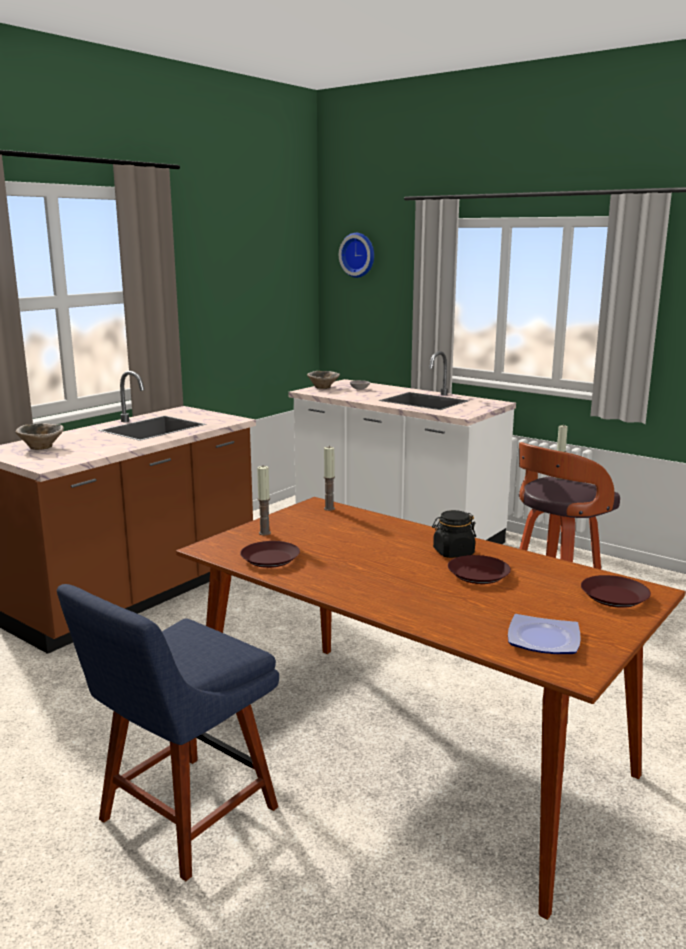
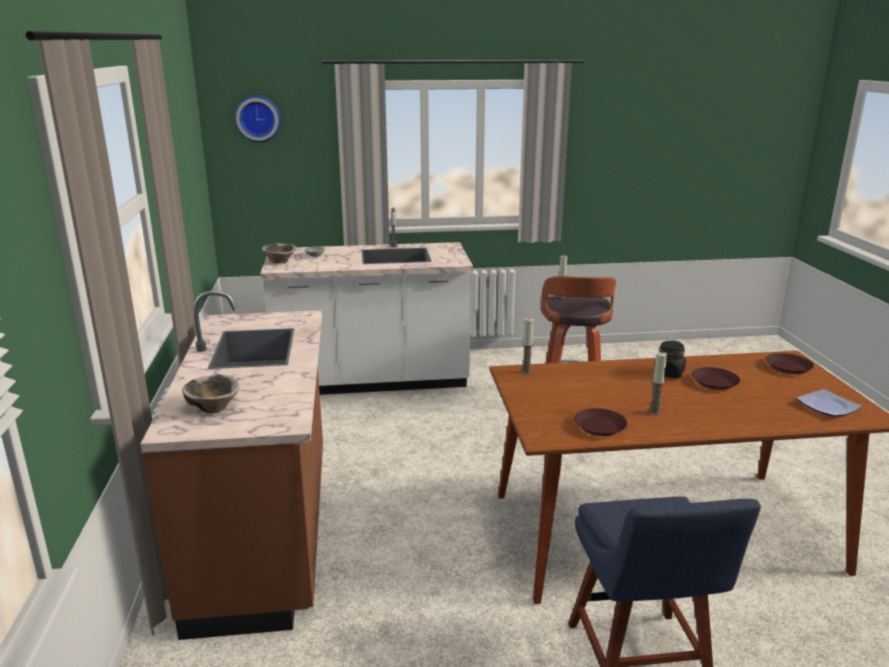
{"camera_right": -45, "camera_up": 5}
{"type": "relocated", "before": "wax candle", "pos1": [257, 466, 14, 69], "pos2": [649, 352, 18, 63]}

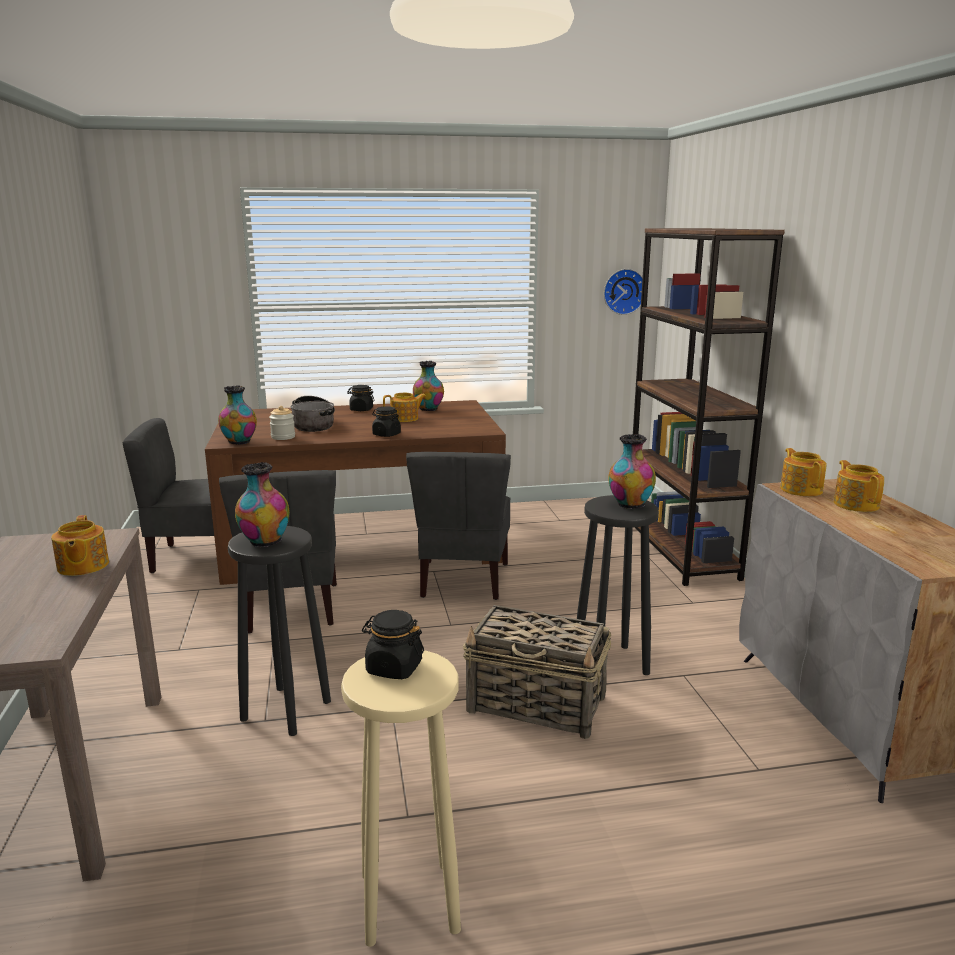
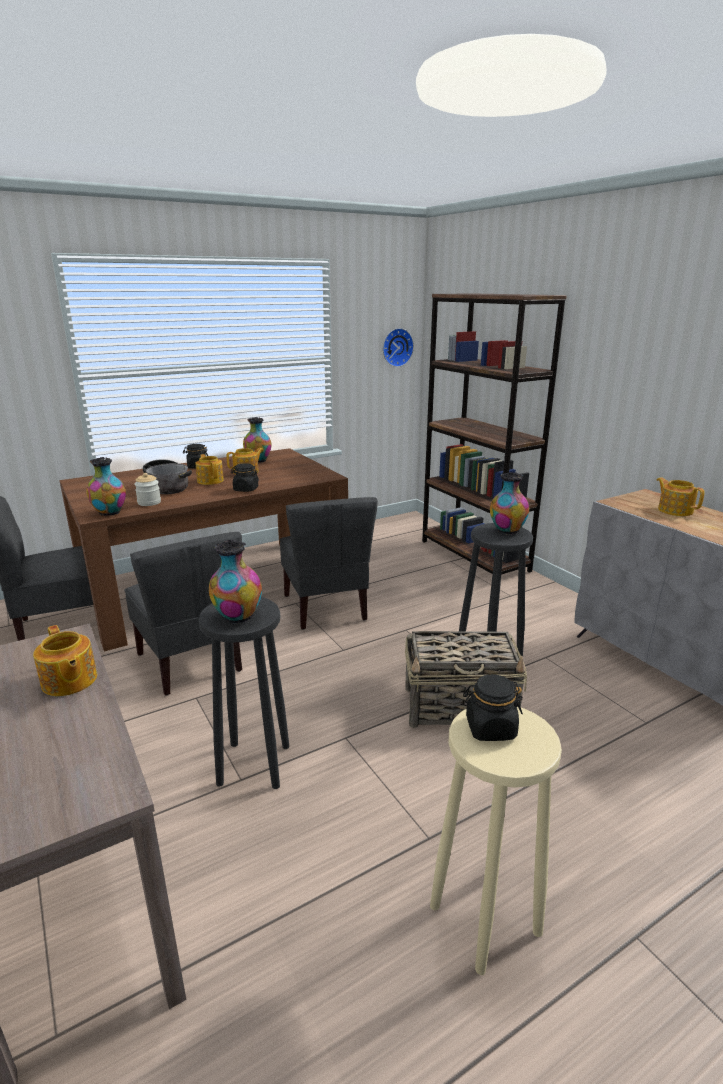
{"camera_right": -20, "camera_up": 5}
{"type": "relocated", "before": "teapot", "pos1": [780, 448, 47, 48], "pos2": [196, 454, 28, 31]}

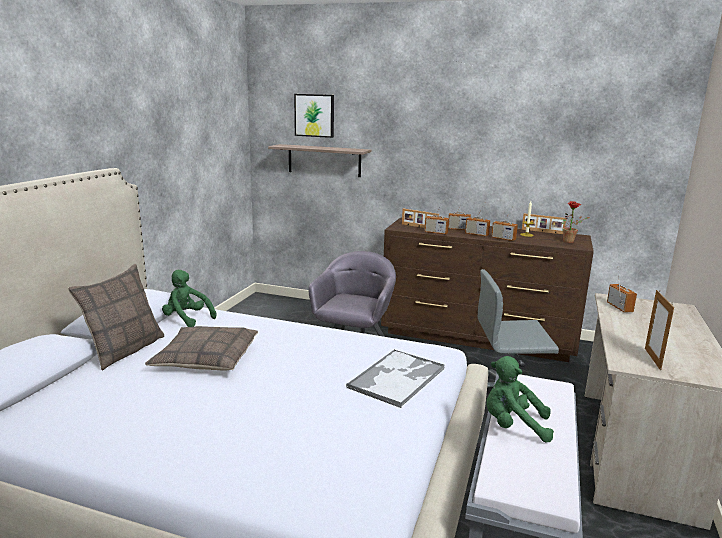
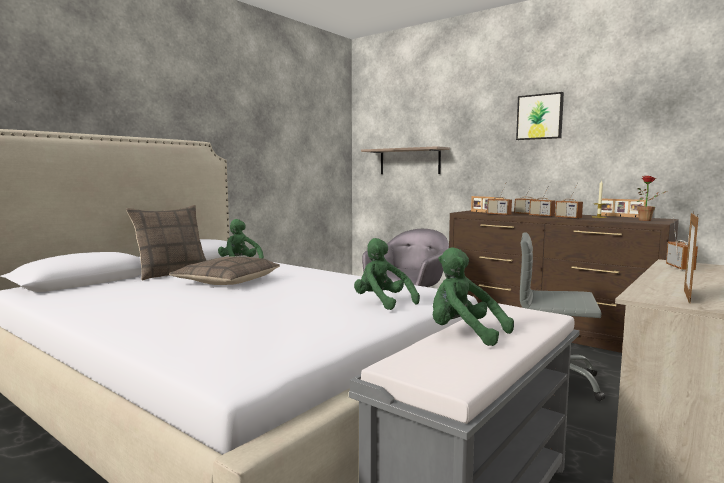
{"camera_right": 20, "camera_up": -10}
{"type": "exchanged", "before": "carrying tray", "after": "soft toy/greenish", "pos1": [346, 349, 99, 59], "pos2": [354, 238, 66, 72]}
{"type": "relocated", "before": "wall picture", "pos1": [294, 94, 40, 44], "pos2": [516, 92, 48, 48]}

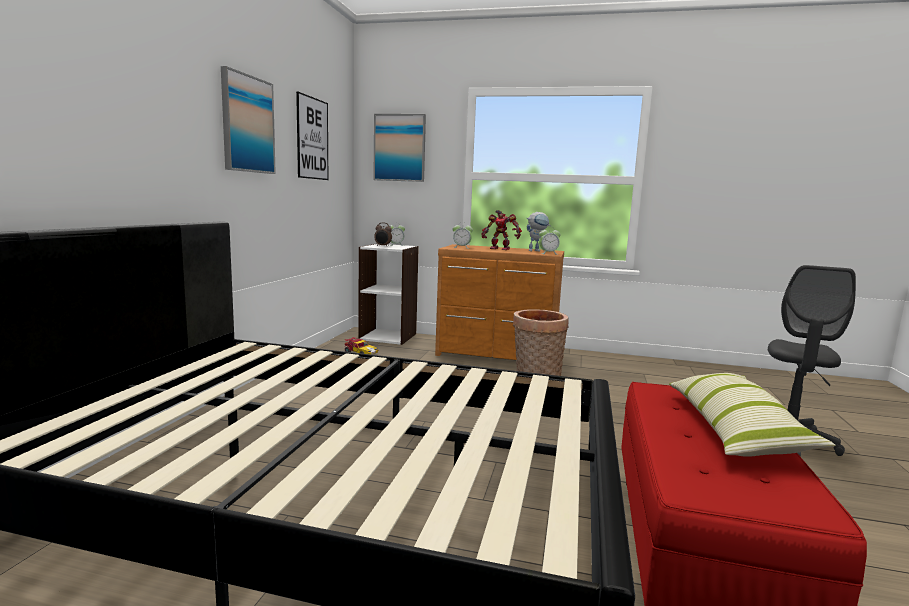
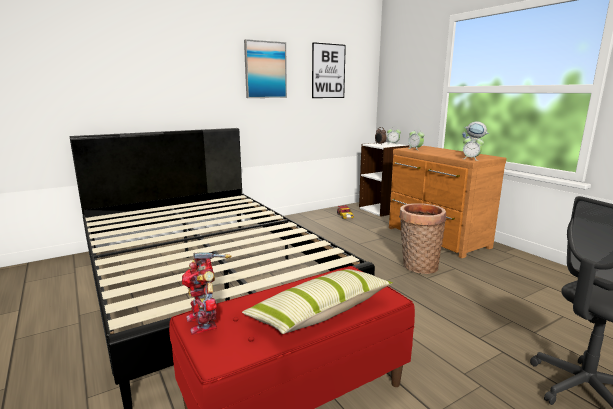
{"camera_right": 45, "camera_up": 5}
{"type": "relocated", "before": "model robot", "pos1": [482, 210, 40, 40], "pos2": [182, 252, 49, 83]}
{"type": "missing", "before": "wall picture", "pos1": [373, 114, 53, 68]}

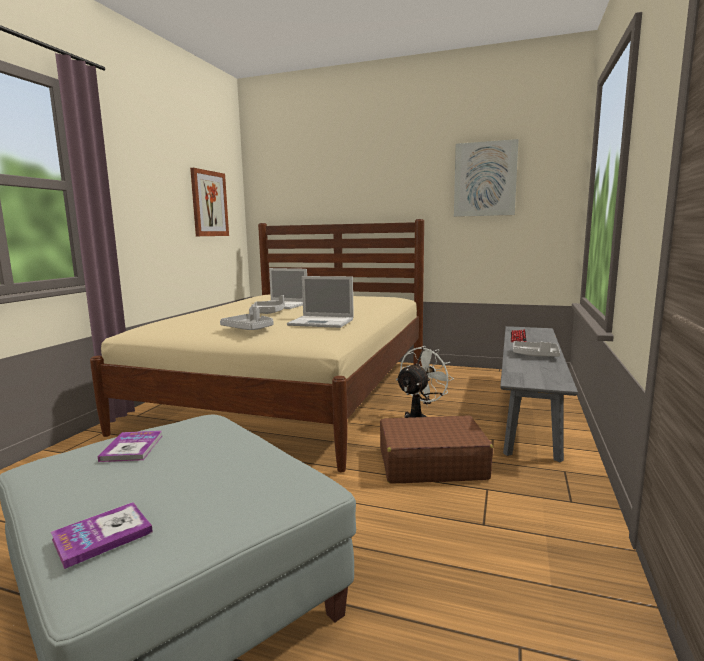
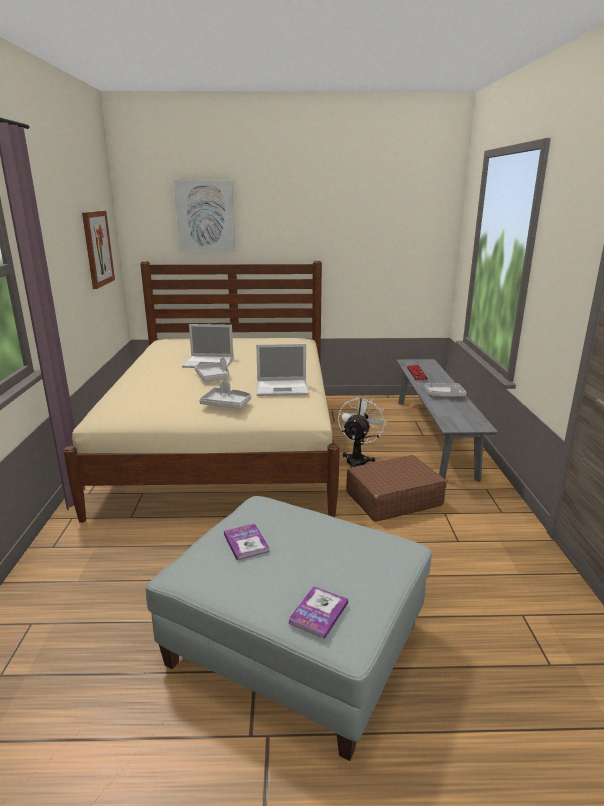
{"camera_right": -20, "camera_up": 10}
{"type": "relocated", "before": "wall picture", "pos1": [454, 139, 65, 78], "pos2": [174, 180, 61, 72]}

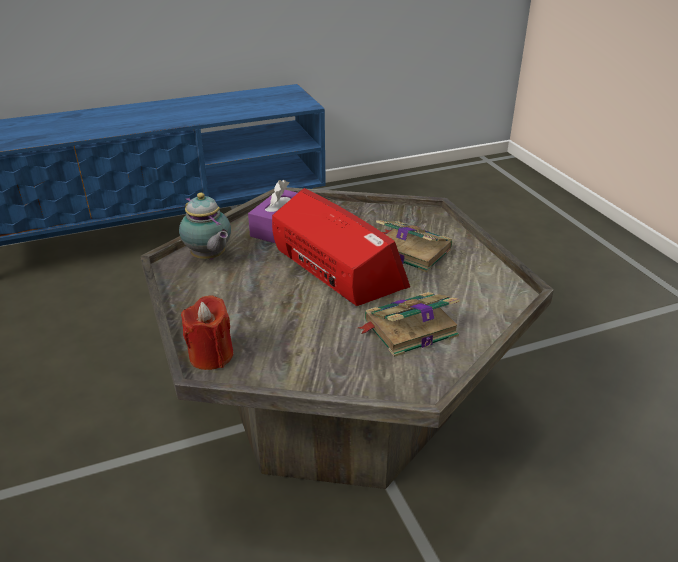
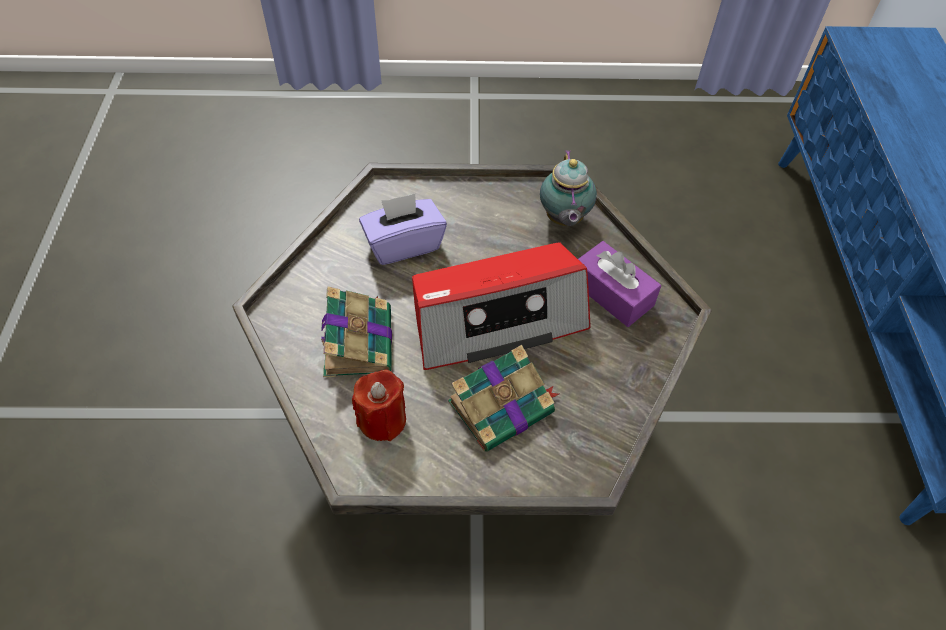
{"camera_right": 110, "camera_up": 20}
{"type": "relocated", "before": "wax candle/red", "pos1": [181, 296, 53, 74], "pos2": [352, 370, 54, 71]}
{"type": "appeared", "after": "tissue holder/purple", "pos2": [359, 193, 88, 72]}
{"type": "spun", "before": "teapot", "pos1": [179, 193, 52, 67], "pos2": [540, 150, 57, 76], "turn": -75}

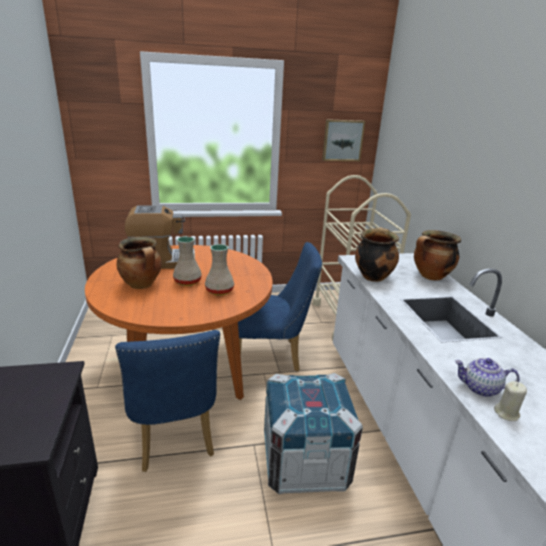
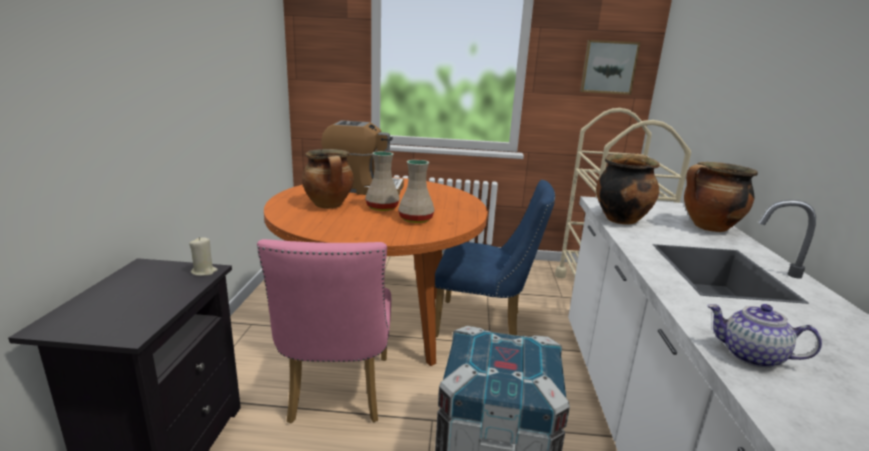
{"camera_right": 15, "camera_up": -5}
{"type": "relocated", "before": "wax candle/sand-coloured", "pos1": [494, 381, 33, 40], "pos2": [189, 237, 29, 39]}
{"type": "colour", "before": "upright chair/blue", "after": "upright chair/pinkish", "pos1": [115, 330, 105, 142], "pos2": [257, 239, 134, 184]}

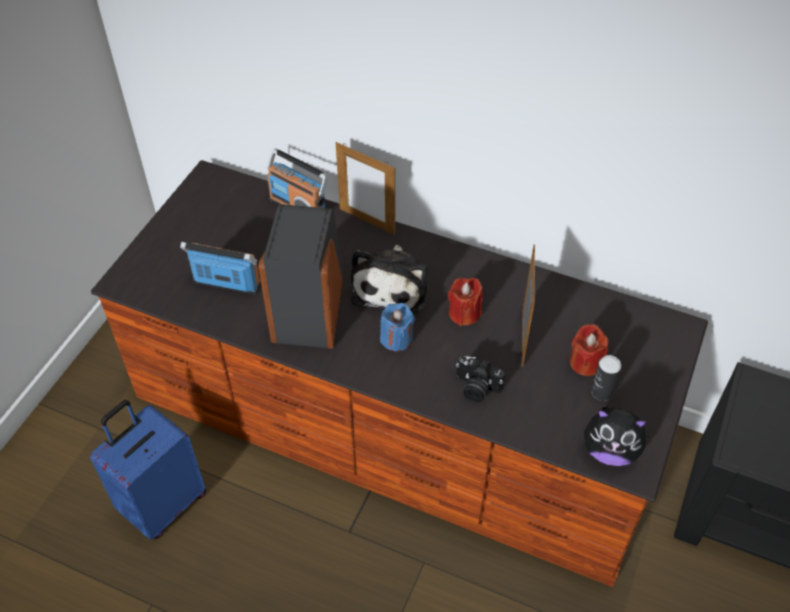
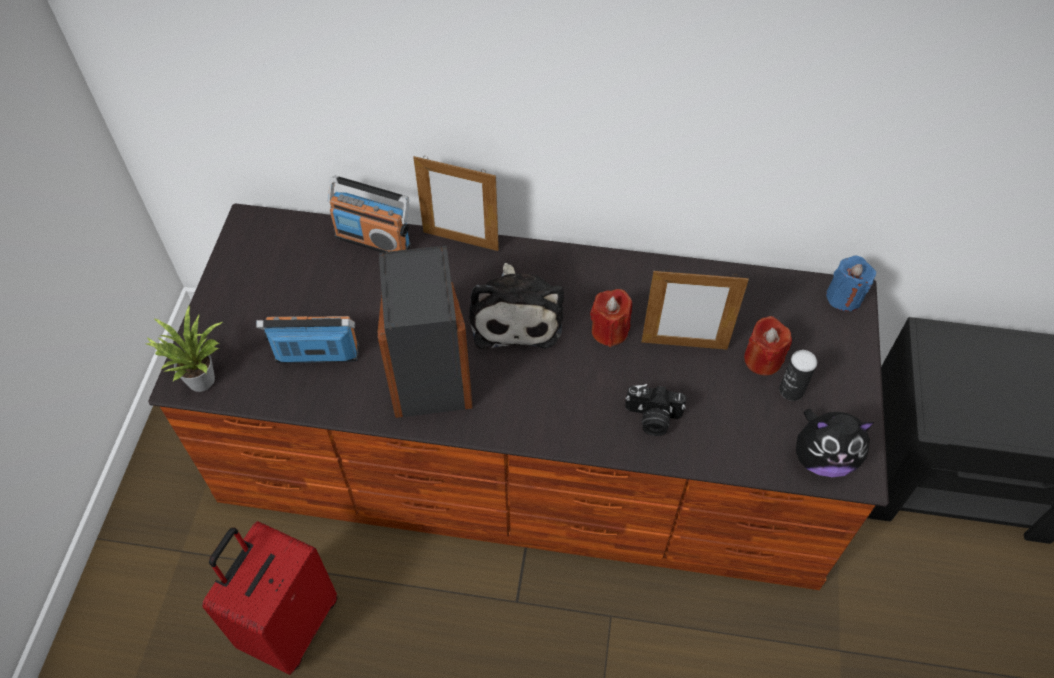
{"camera_right": -15, "camera_up": 5}
{"type": "appeared", "after": "houseplant", "pos2": [146, 304, 76, 88]}
{"type": "colour", "before": "suitcase/blue", "after": "suitcase/red", "pos1": [90, 400, 116, 140], "pos2": [202, 521, 135, 154]}
{"type": "spun", "before": "picture frame", "pos1": [522, 244, 13, 123], "pos2": [641, 269, 108, 81], "turn": 105}
{"type": "relocated", "before": "wax candle/blue", "pos1": [380, 303, 35, 48], "pos2": [826, 256, 50, 55]}

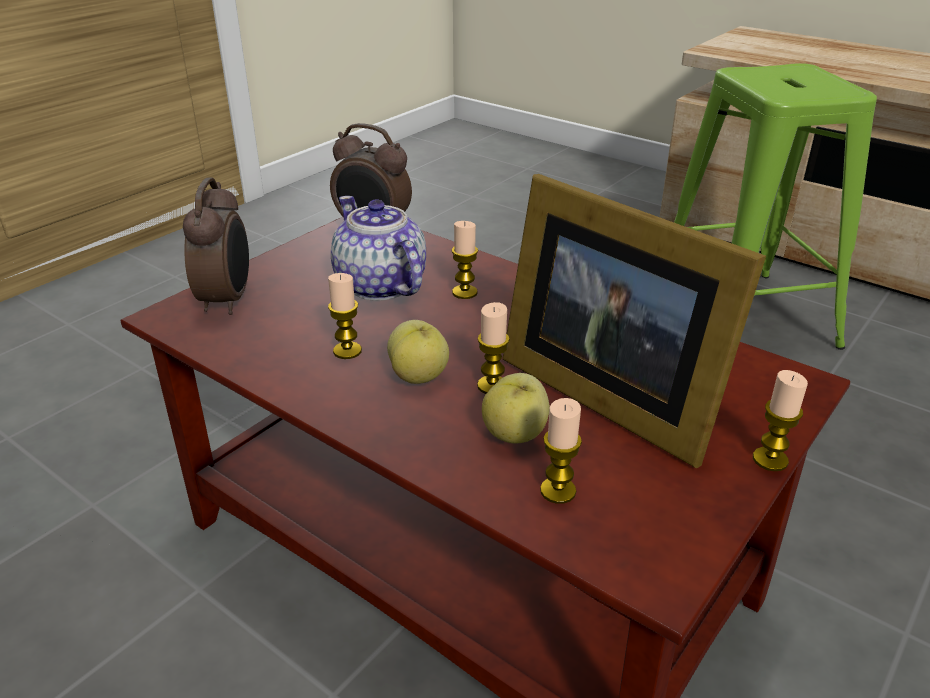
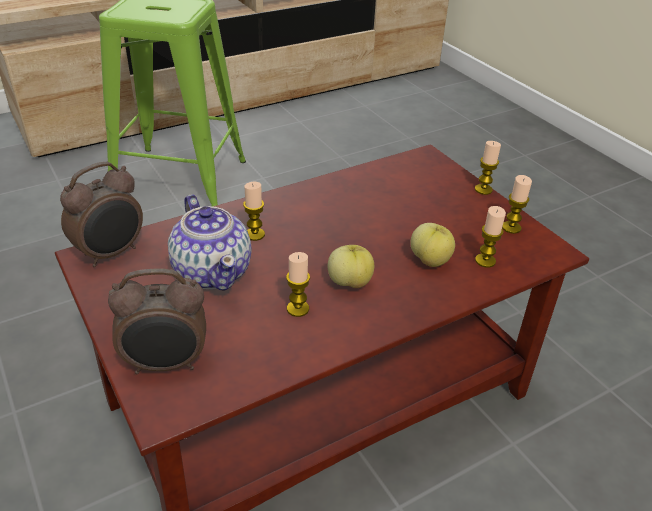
{"camera_right": -70, "camera_up": 5}
{"type": "spun", "before": "alarm clock", "pos1": [183, 178, 66, 137], "pos2": [108, 268, 98, 106], "turn": 150}
{"type": "spun", "before": "teapot", "pos1": [331, 196, 95, 105], "pos2": [168, 195, 84, 95], "turn": -105}
{"type": "relocated", "before": "wax candle", "pos1": [477, 302, 33, 92], "pos2": [502, 175, 30, 59]}
{"type": "missing", "before": "picture frame", "pos1": [503, 174, 263, 294]}

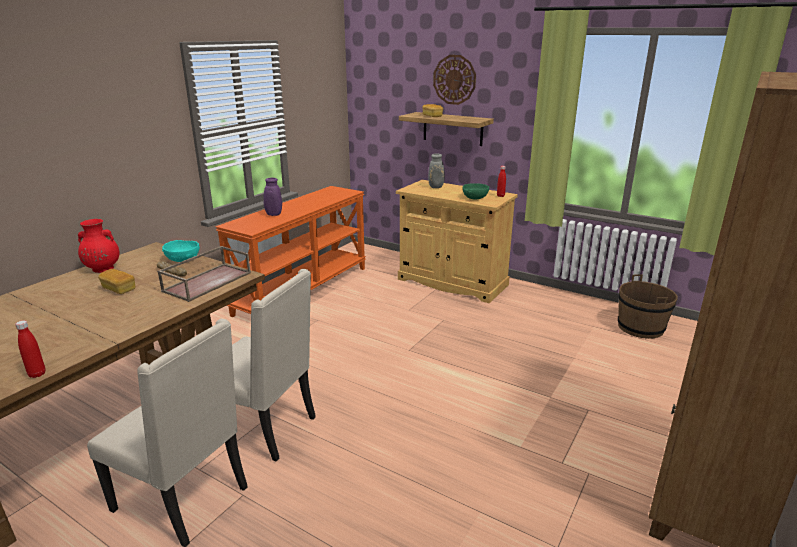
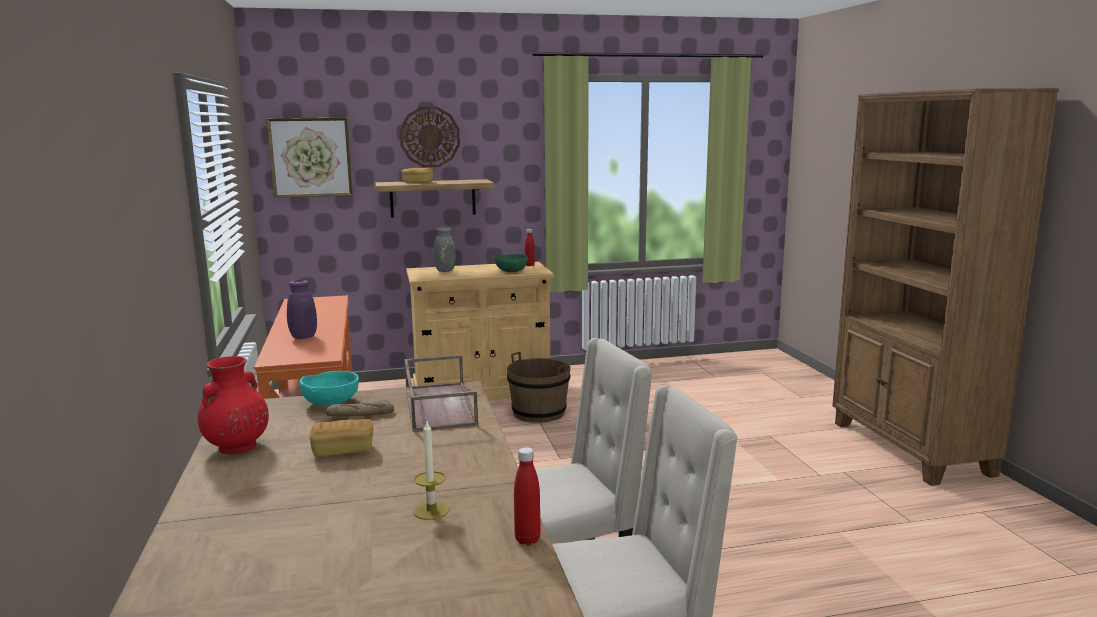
{"camera_right": -45, "camera_up": -10}
{"type": "appeared", "after": "wall picture", "pos2": [266, 118, 87, 80]}
{"type": "appeared", "after": "wax candle", "pos2": [413, 422, 37, 98]}
{"type": "relocated", "before": "bucket/brownish", "pos1": [618, 274, 60, 65], "pos2": [507, 352, 64, 71]}

